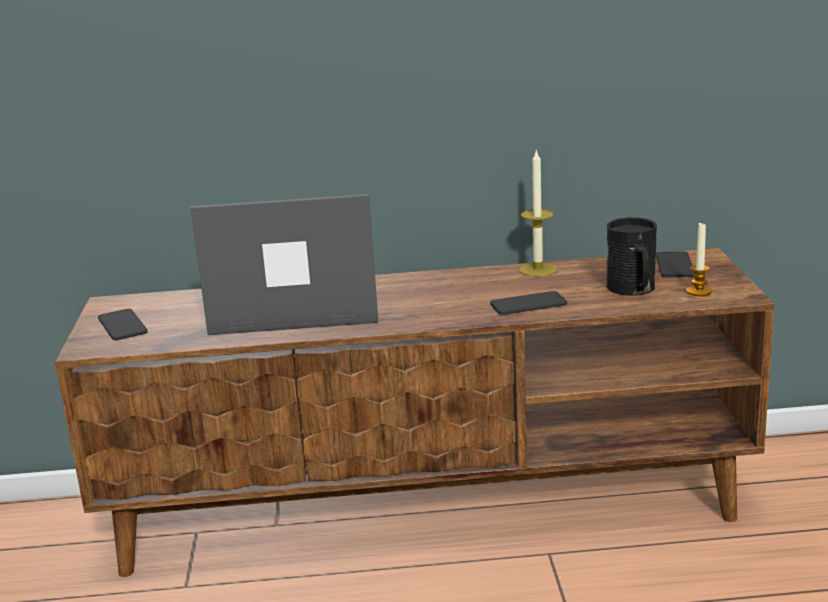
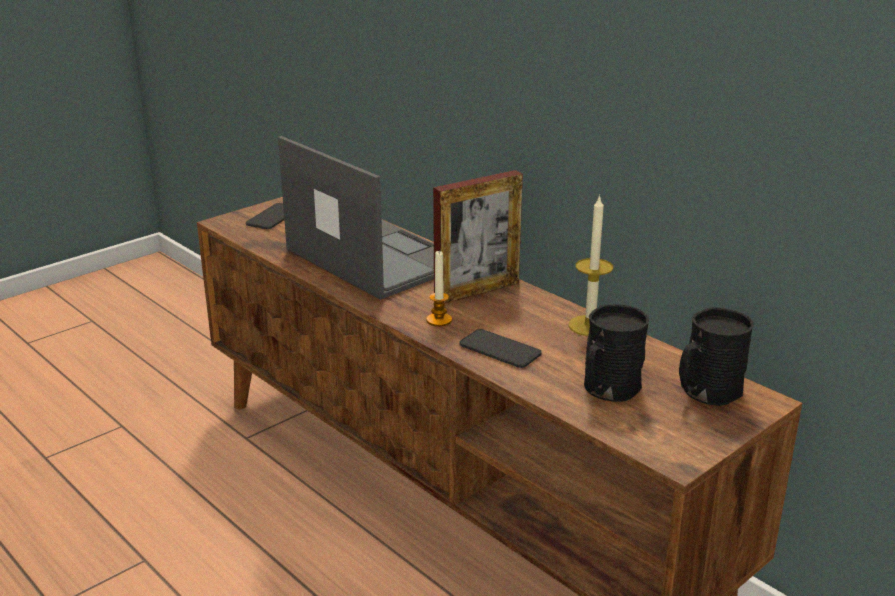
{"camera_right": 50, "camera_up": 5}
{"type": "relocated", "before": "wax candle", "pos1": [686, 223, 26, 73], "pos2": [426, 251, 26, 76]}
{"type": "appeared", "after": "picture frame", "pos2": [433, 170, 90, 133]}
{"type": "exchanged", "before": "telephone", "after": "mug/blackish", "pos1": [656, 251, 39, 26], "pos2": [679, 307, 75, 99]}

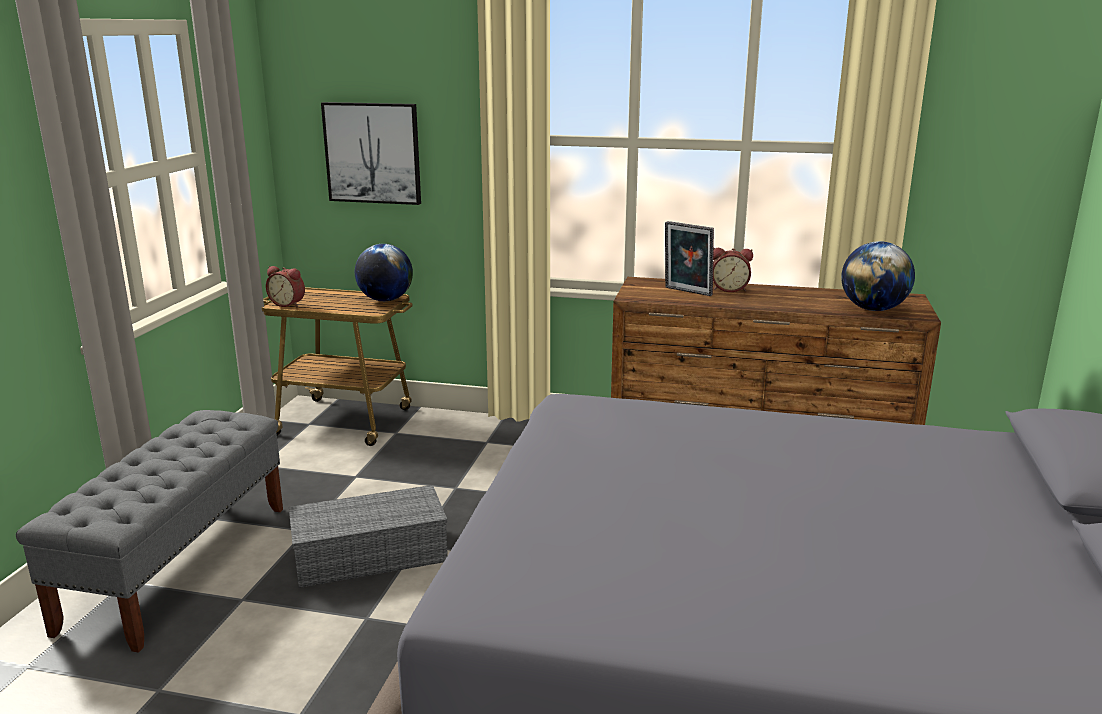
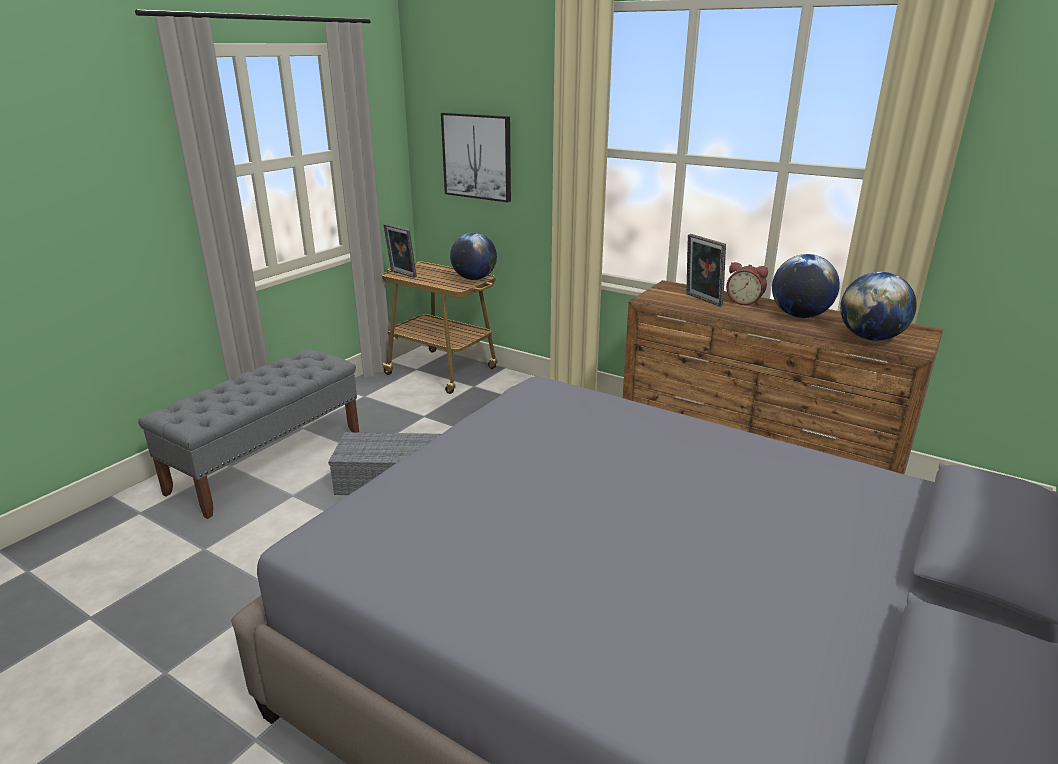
{"camera_right": 20, "camera_up": 5}
{"type": "exchanged", "before": "alarm clock", "after": "picture frame", "pos1": [266, 266, 39, 41], "pos2": [384, 224, 33, 54]}
{"type": "appeared", "after": "globe", "pos2": [772, 254, 68, 64]}

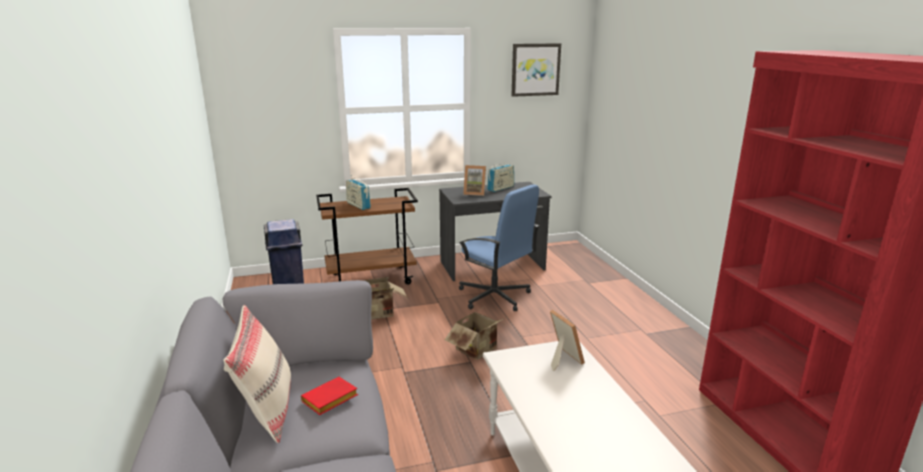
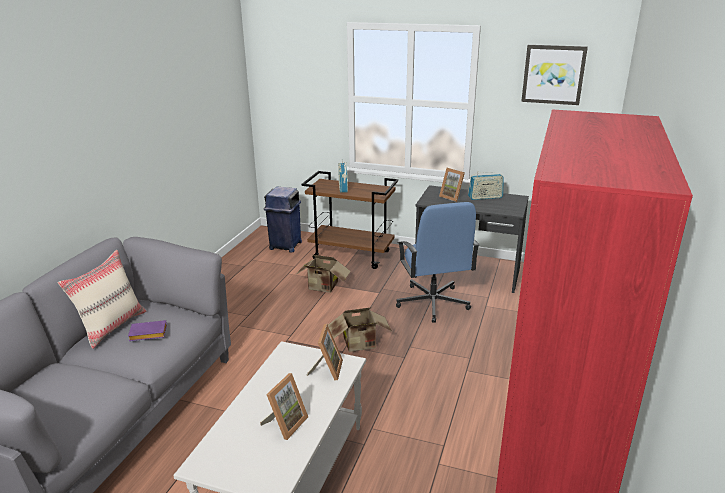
{"camera_right": 35, "camera_up": 5}
{"type": "colour", "before": "bound book/red", "after": "bound book/purple", "pos1": [301, 377, 57, 38], "pos2": [128, 320, 39, 21]}
{"type": "appeared", "after": "picture frame", "pos2": [260, 373, 48, 67]}

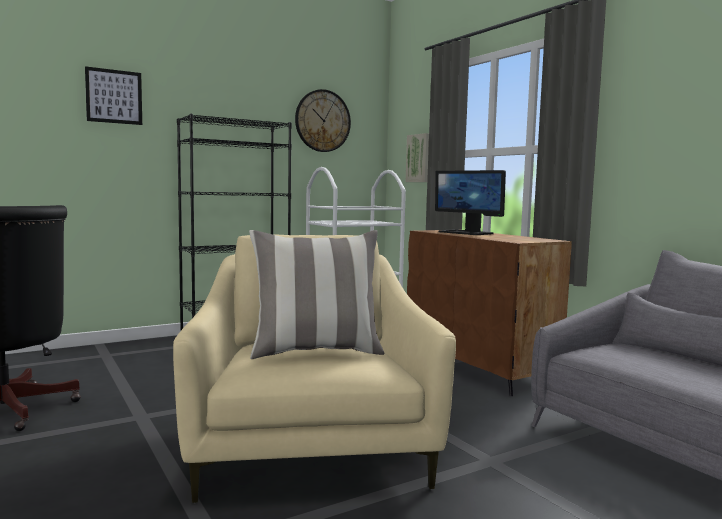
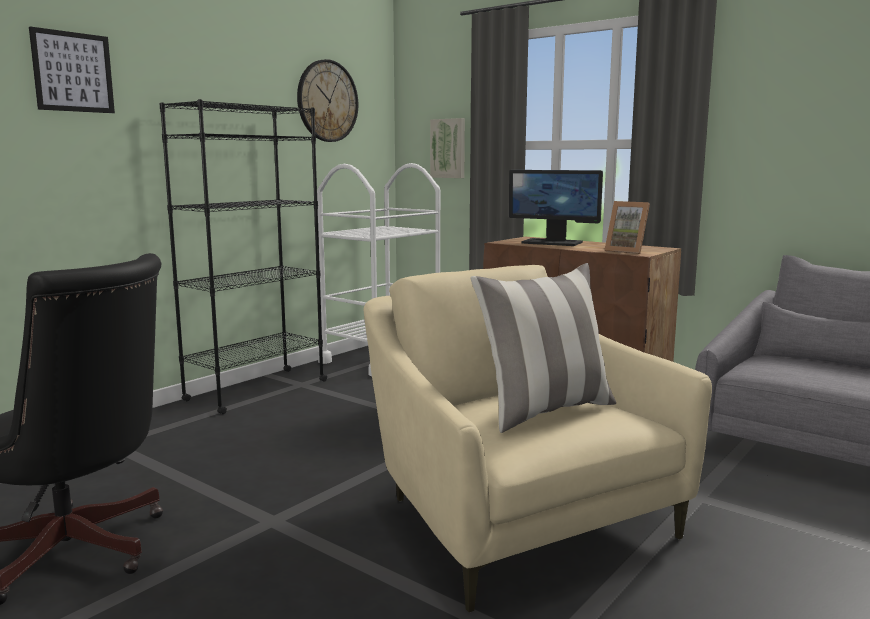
{"camera_right": -20, "camera_up": 5}
{"type": "appeared", "after": "picture frame", "pos2": [605, 201, 45, 53]}

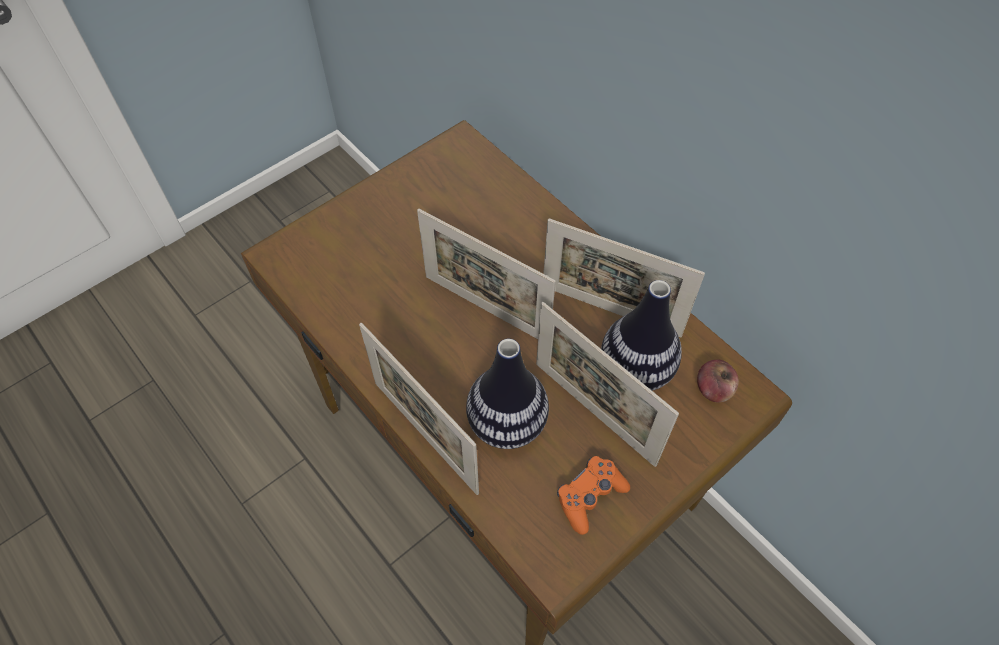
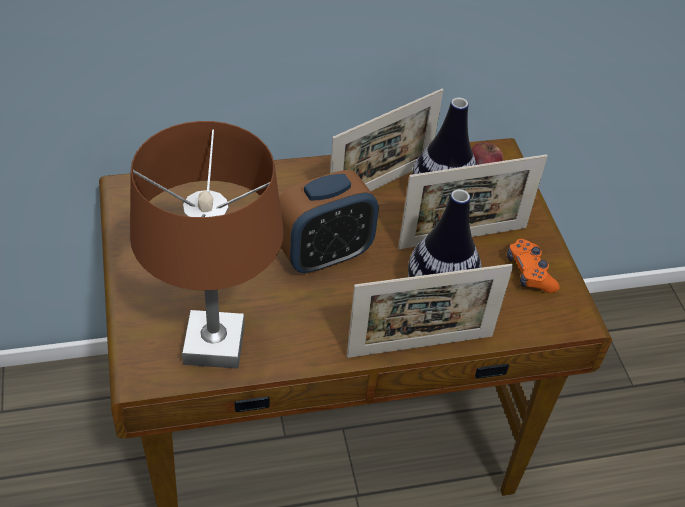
{"camera_right": -65, "camera_up": -10}
{"type": "appeared", "after": "table lamp/brownish", "pos2": [130, 121, 153, 248]}
{"type": "exchanged", "before": "picture frame", "after": "alarm clock", "pos1": [417, 209, 139, 130], "pos2": [279, 170, 100, 104]}

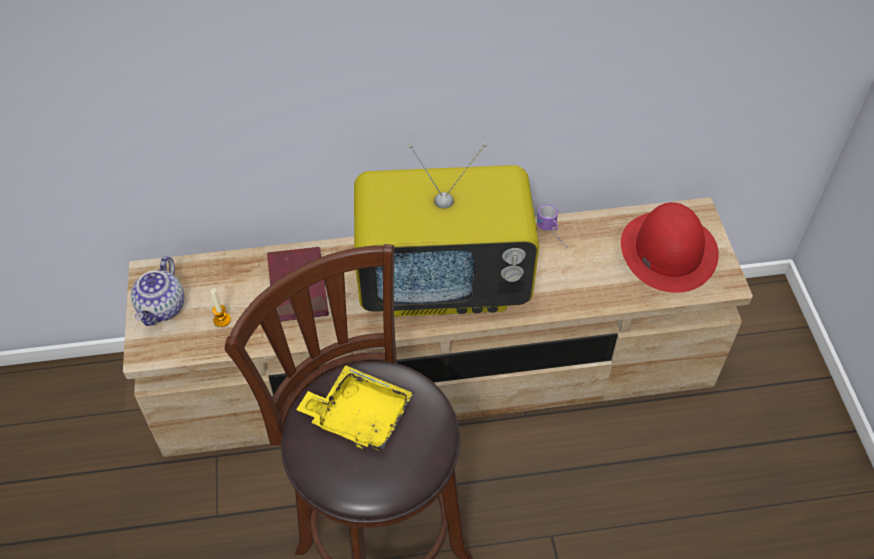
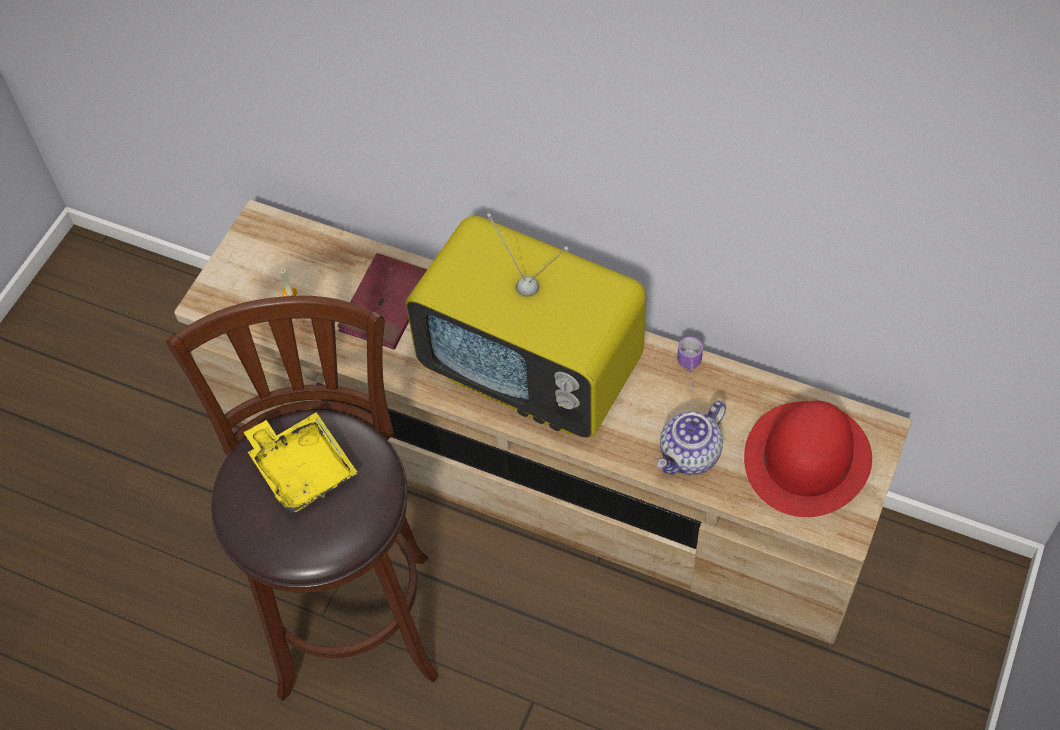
{"camera_right": 35, "camera_up": 5}
{"type": "relocated", "before": "teapot", "pos1": [131, 256, 53, 70], "pos2": [657, 401, 69, 74]}

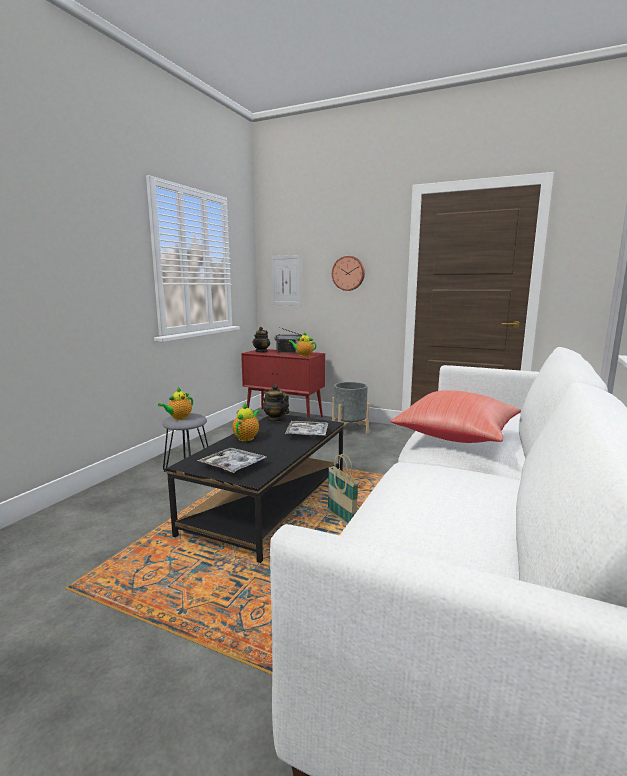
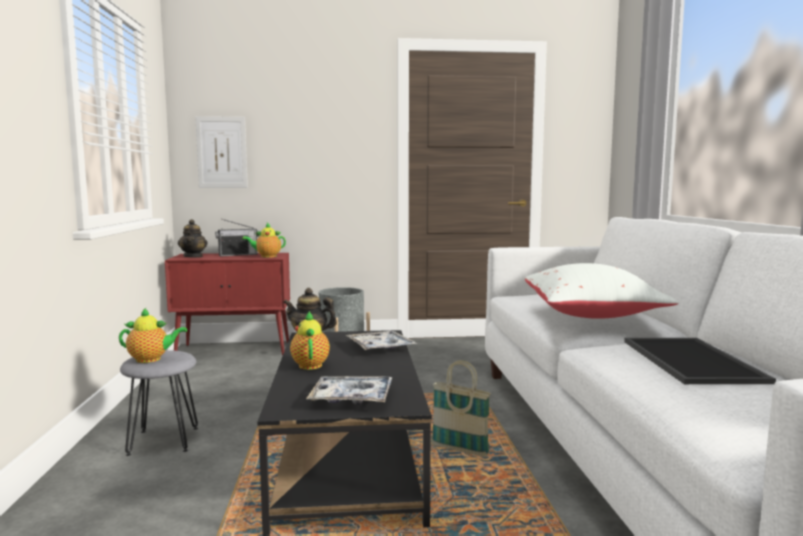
{"camera_right": -30, "camera_up": -5}
{"type": "spun", "before": "teapot", "pos1": [158, 387, 35, 33], "pos2": [119, 308, 68, 55], "turn": -105}
{"type": "colour", "before": "pillow/red", "after": "pillow/white-coloured", "pos1": [390, 390, 131, 53], "pos2": [525, 263, 154, 56]}
{"type": "appeared", "after": "carrying tray", "pos2": [624, 338, 152, 46]}
{"type": "missing", "before": "hanging clock", "pos1": [332, 256, 33, 35]}

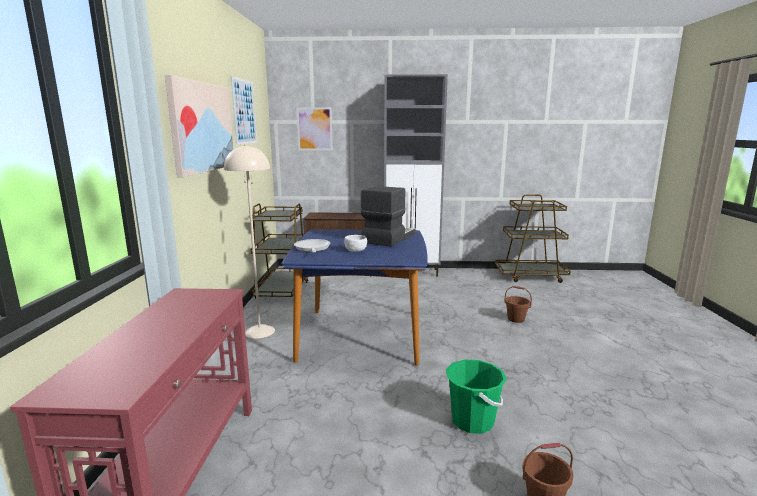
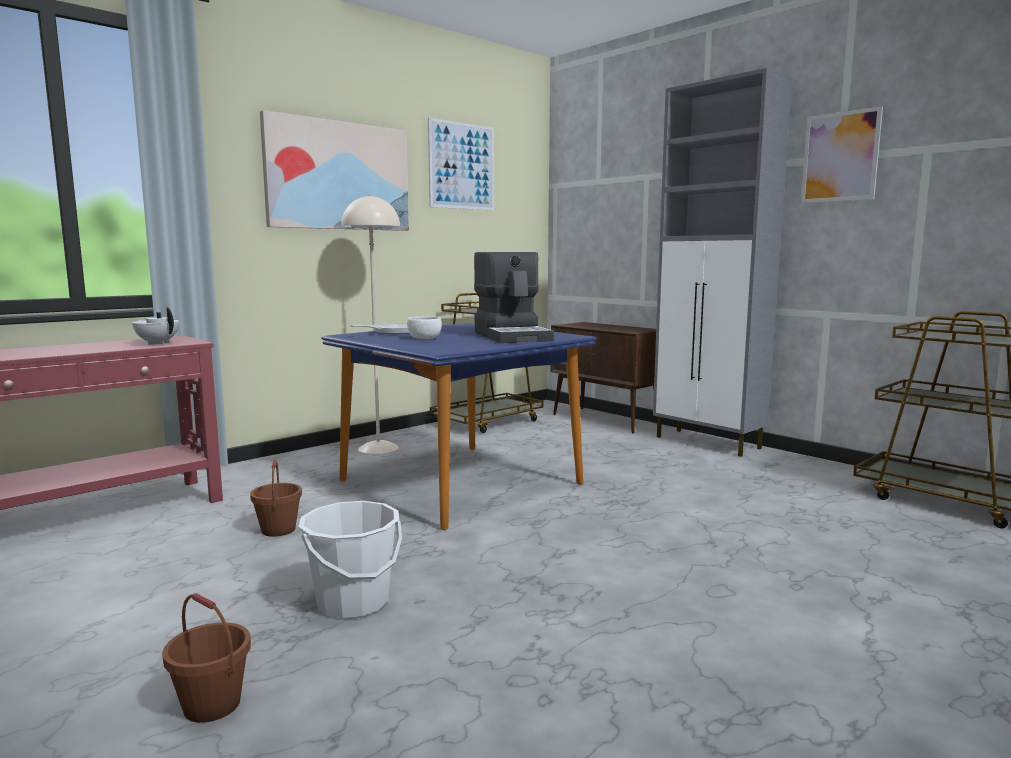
{"camera_right": 45, "camera_up": -5}
{"type": "appeared", "after": "teapot/white-coloured", "pos2": [132, 307, 47, 38]}
{"type": "relocated", "before": "bucket/brownish", "pos1": [504, 286, 28, 37], "pos2": [250, 459, 52, 78]}
{"type": "colour", "before": "bucket/greenish", "after": "bucket/white-coloured", "pos1": [446, 360, 61, 74], "pos2": [299, 501, 103, 118]}
{"type": "spun", "before": "coffee maker", "pos1": [361, 186, 55, 61], "pos2": [474, 252, 80, 91], "turn": 90}
{"type": "relocated", "before": "wall picture", "pos1": [296, 107, 37, 44], "pos2": [801, 106, 82, 97]}

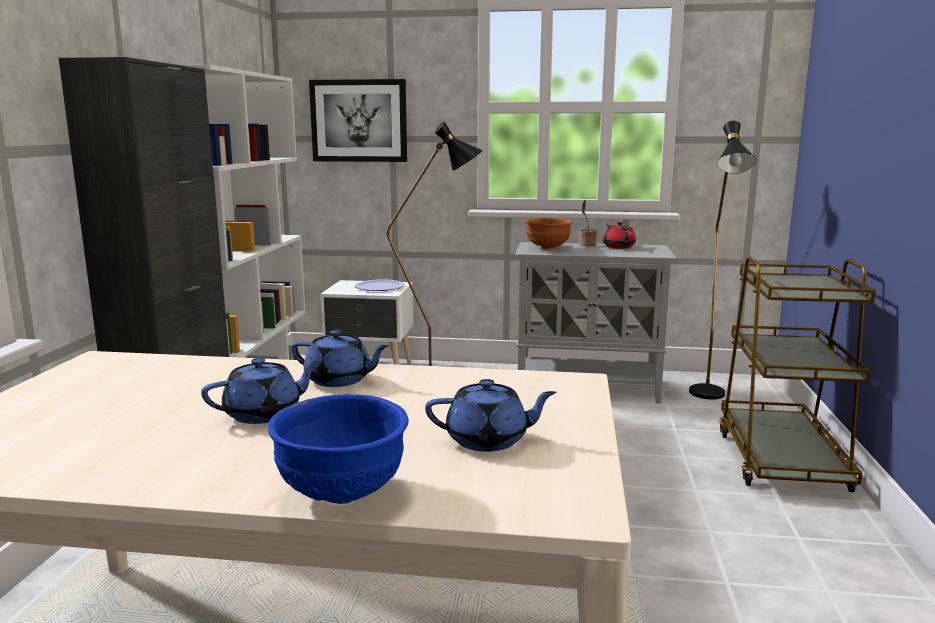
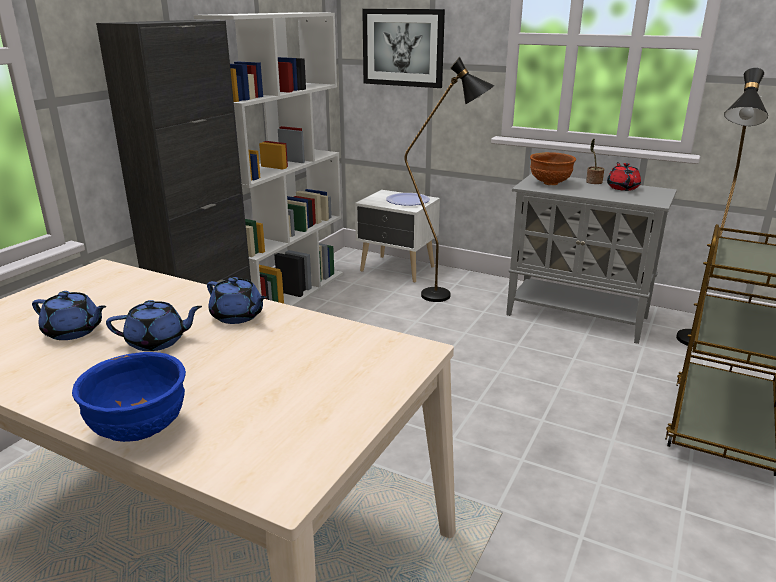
{"camera_right": 20, "camera_up": 10}
{"type": "relocated", "before": "teapot/blue", "pos1": [425, 379, 131, 73], "pos2": [32, 291, 75, 49]}

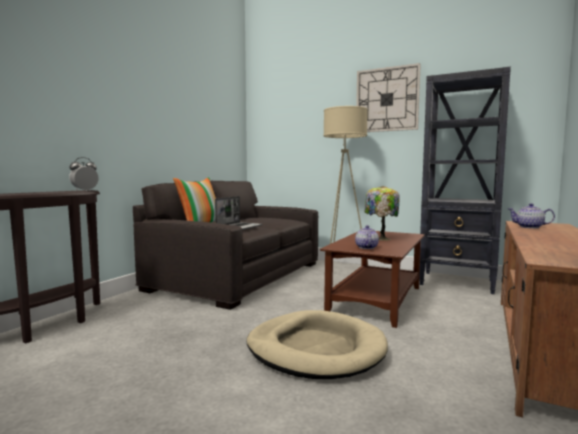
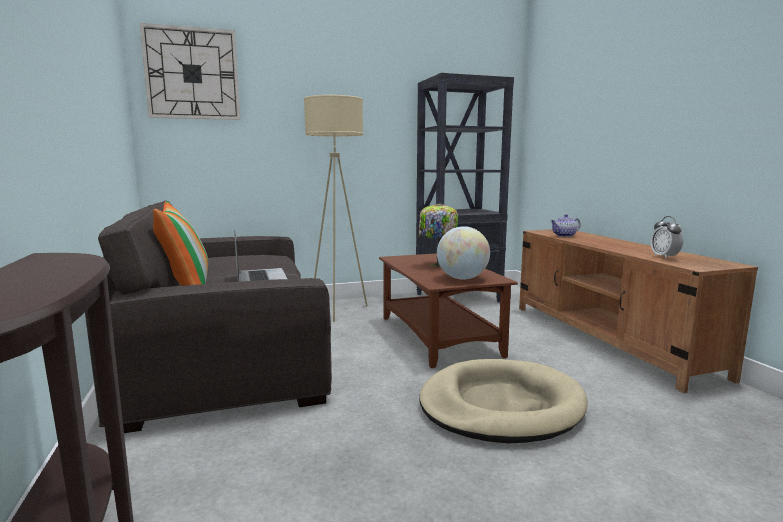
{"camera_right": -45, "camera_up": 5}
{"type": "relocated", "before": "hanging clock", "pos1": [356, 63, 65, 69], "pos2": [140, 23, 100, 97]}
{"type": "exchanged", "before": "teapot", "after": "globe", "pos1": [355, 225, 24, 24], "pos2": [437, 226, 53, 54]}
{"type": "relocated", "before": "alarm clock", "pos1": [69, 157, 30, 34], "pos2": [651, 216, 32, 43]}

